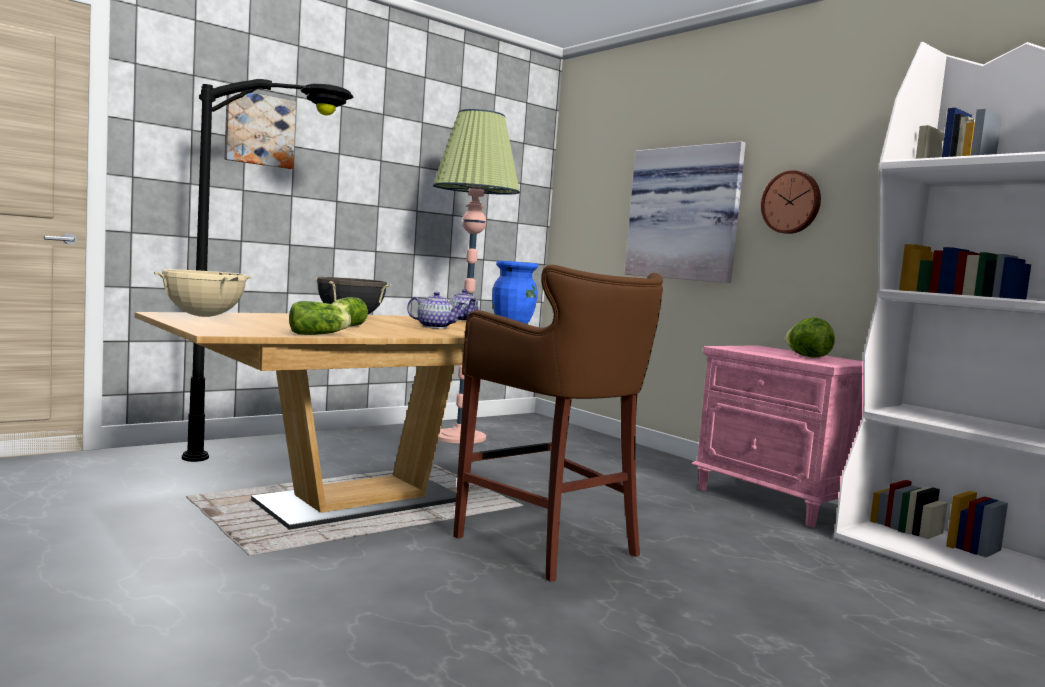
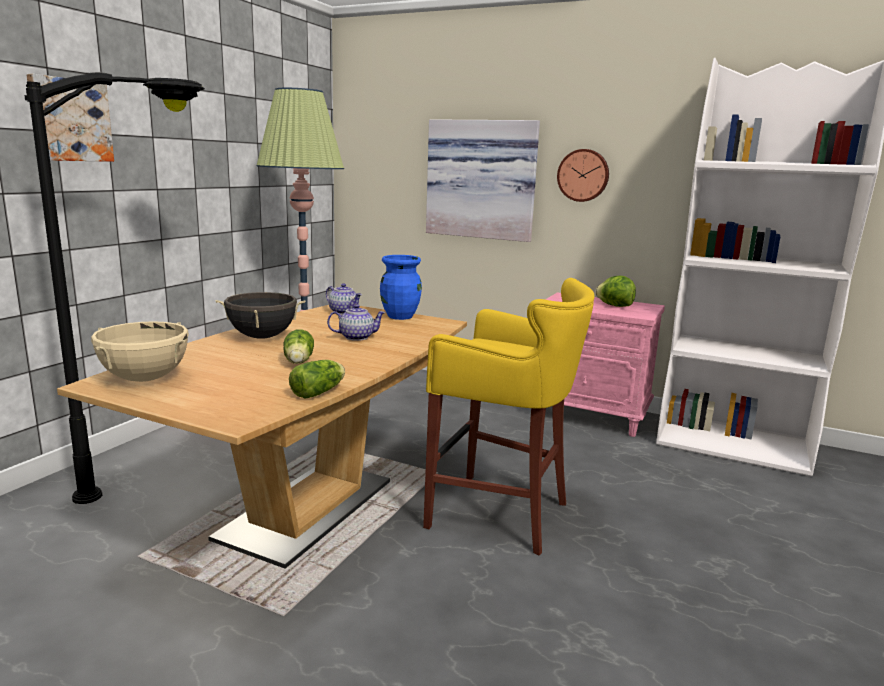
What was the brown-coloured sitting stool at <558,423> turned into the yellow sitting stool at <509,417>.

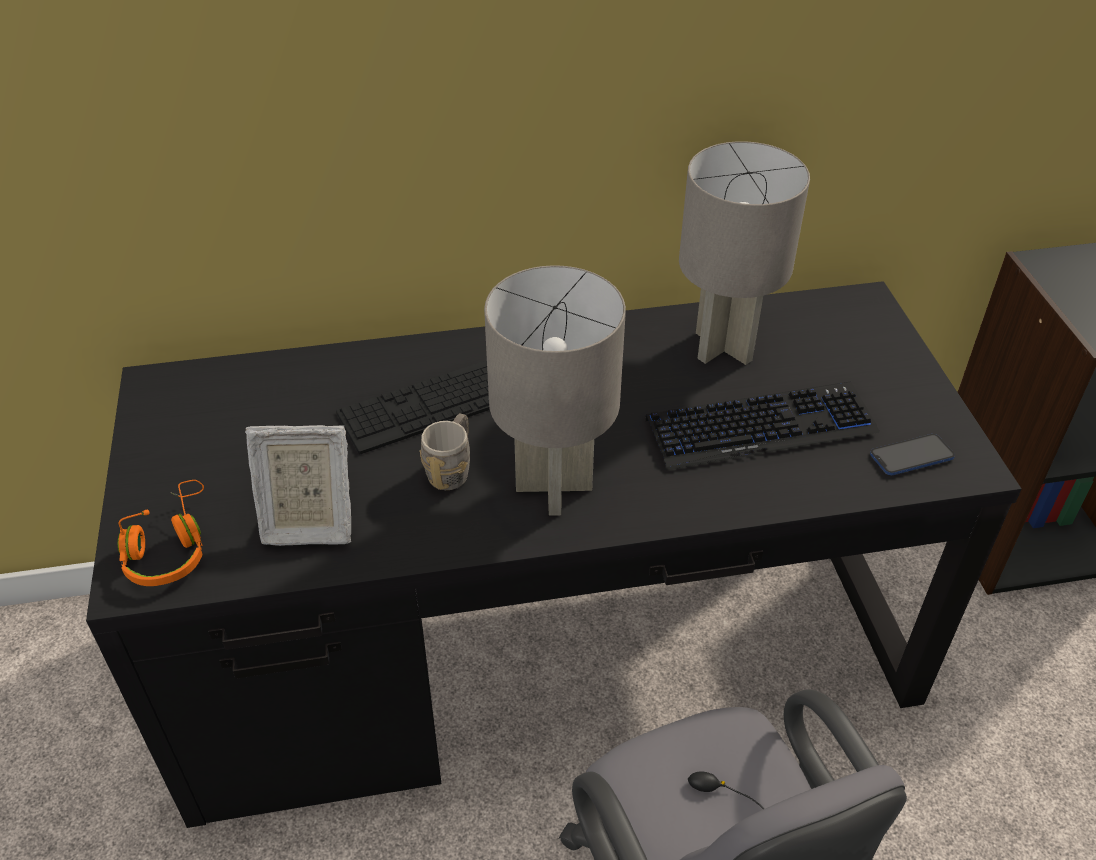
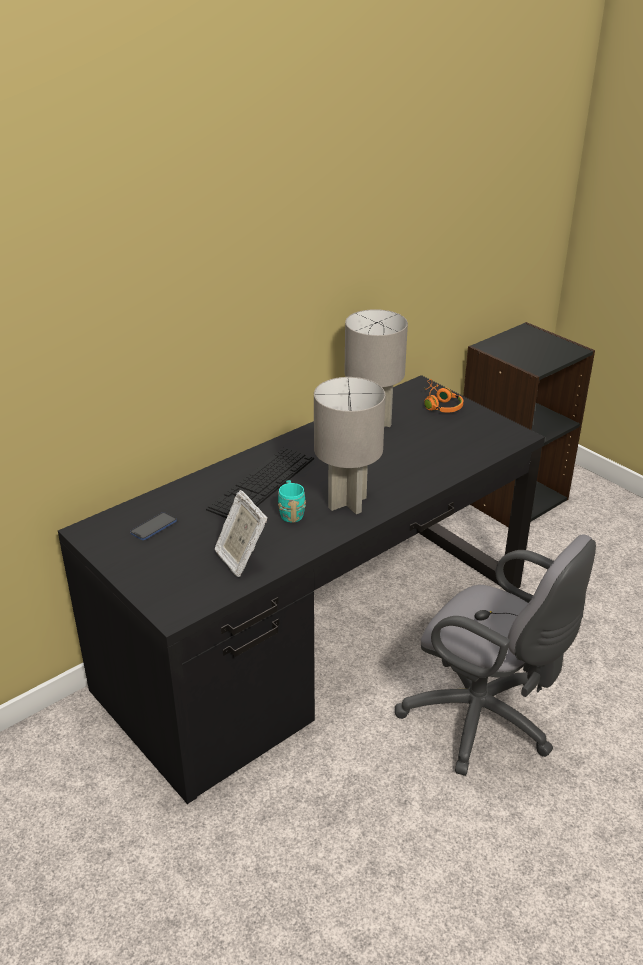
The second view lost the PC keyboard at <762,425>. What was the grey tea mug at <444,451> turned into the blue-green tea mug at <292,501>. The picture frame at <298,485> ended up facing another way, 90 degrees clockwise from before. The telephone ended up elsewhere, having gone from <912,454> to <153,526>. The orangey headphones ended up elsewhere, having gone from <160,533> to <443,396>.

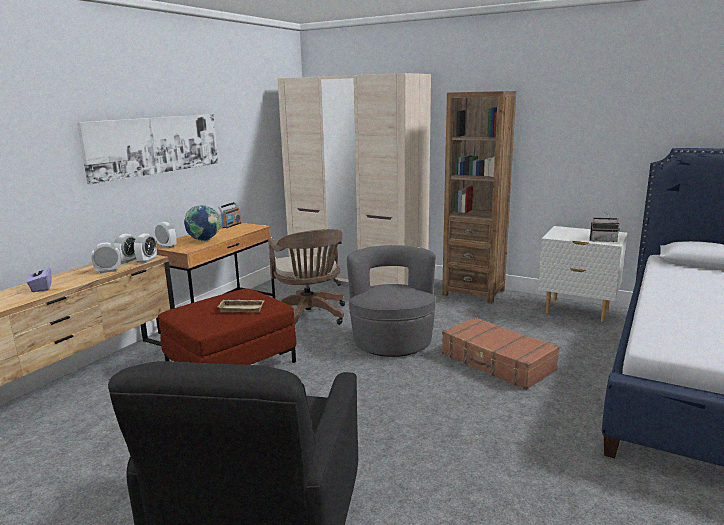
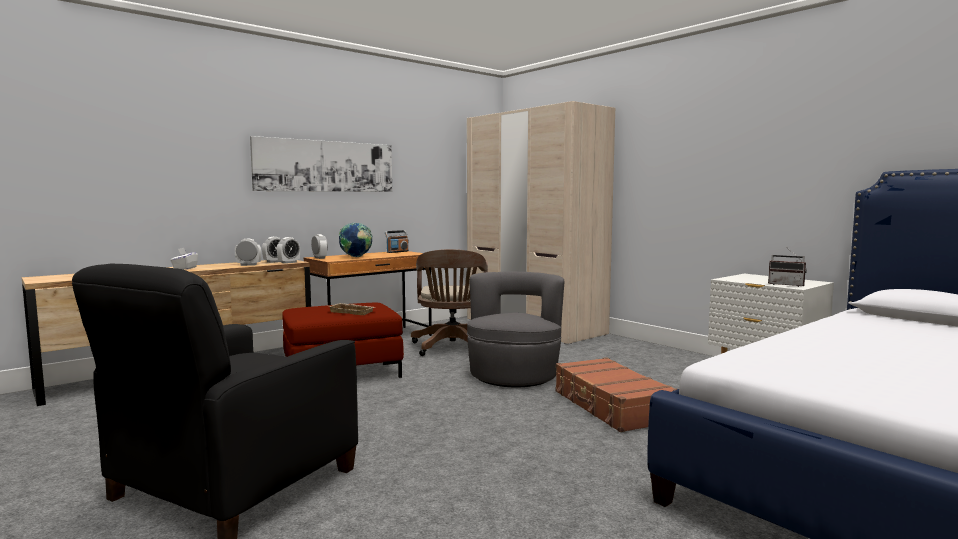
The second view lost the brown-coloured shelving unit at <479,197>. What was the purple box of tissues at <39,278> turned into the white box of tissues at <184,259>.

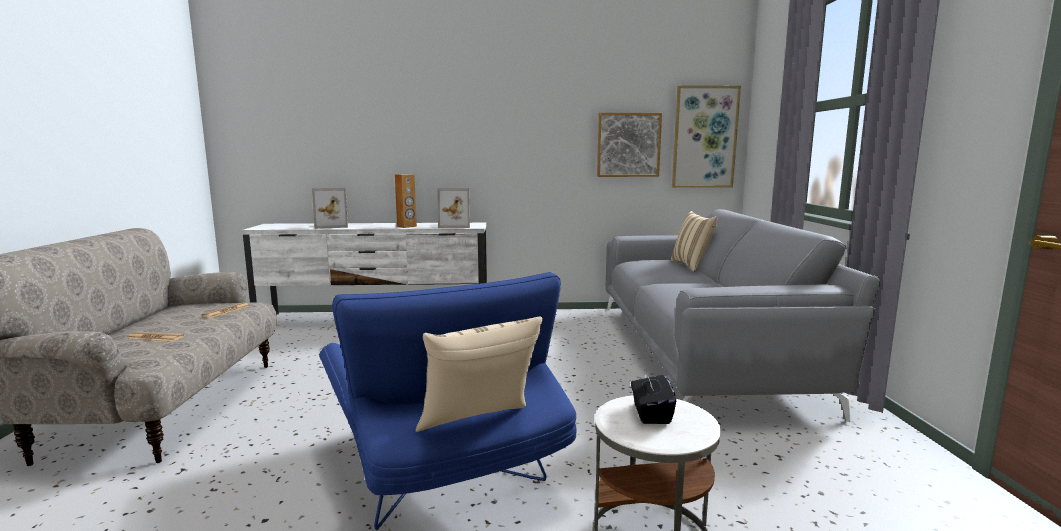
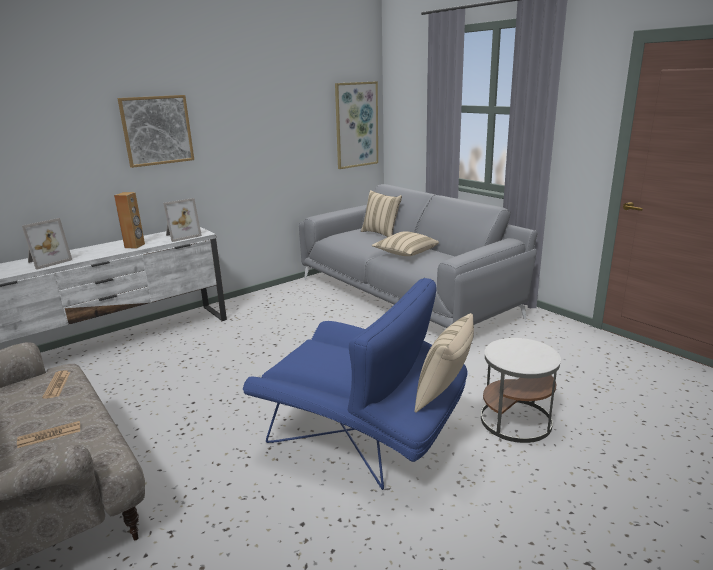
The wall picture ended up elsewhere, having gone from <629,145> to <155,131>. The second view lost the black-coloured box of tissues at <653,396>. The second view gained the beige cushion at <405,243>.

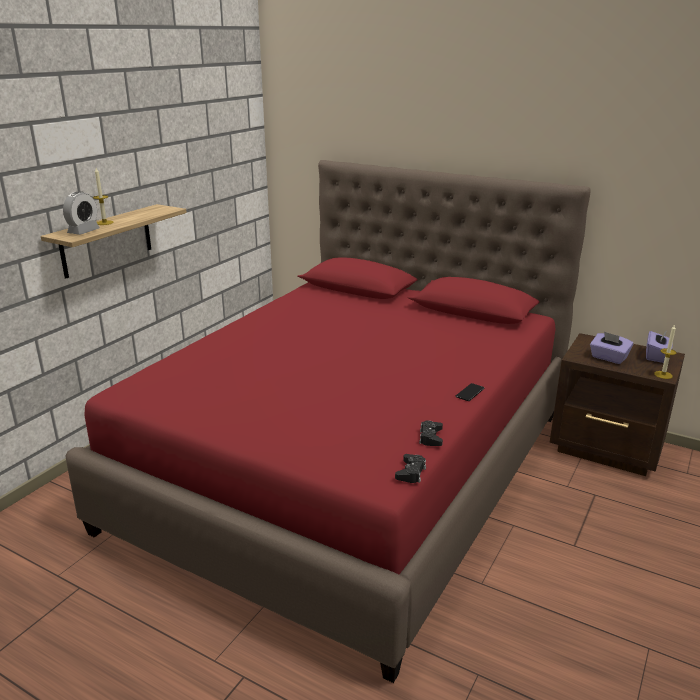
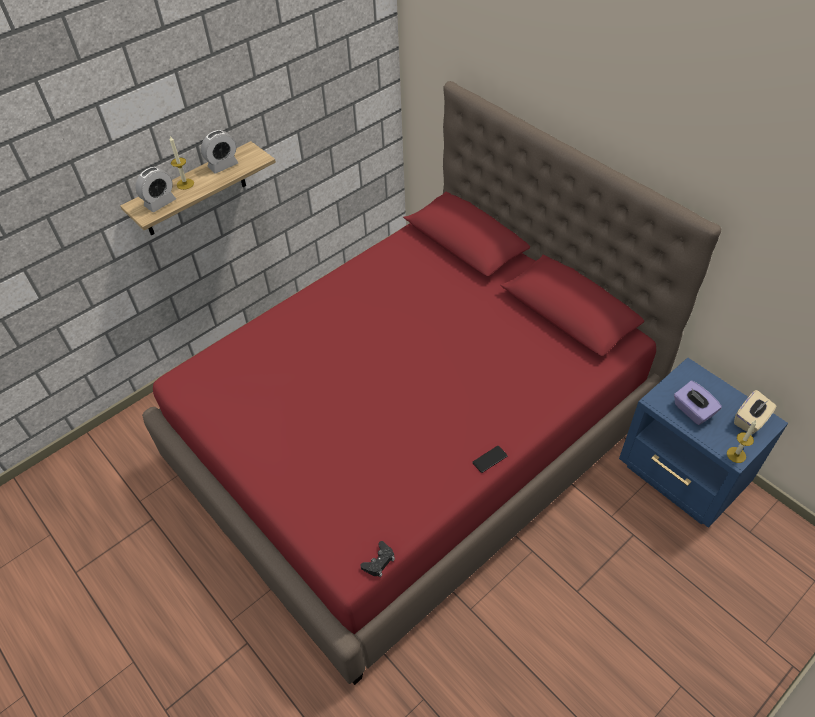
What was the purple box of tissues at <659,347> turned into the beige box of tissues at <755,412>. What was the brown-coloured nightstand at <617,404> turned into the blue nightstand at <703,442>. The second view lost the black-coloured gamepad at <431,433>. The second view gained the alarm clock at <219,151>.

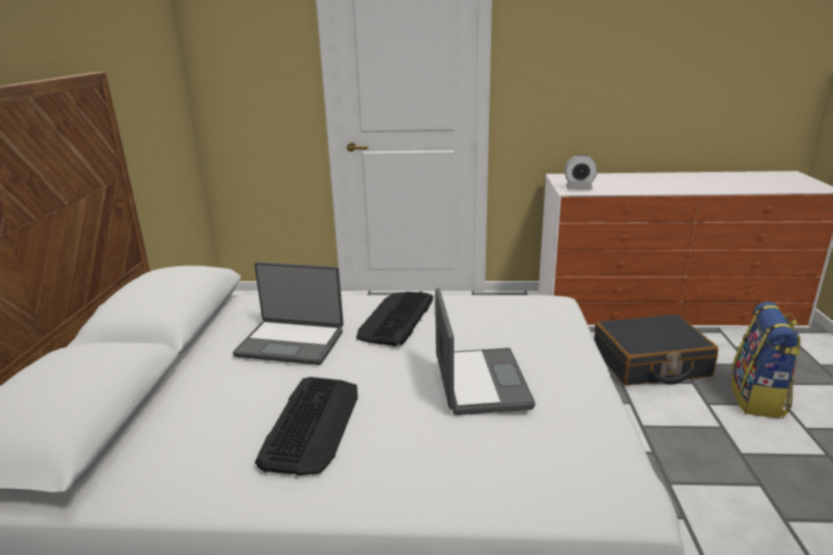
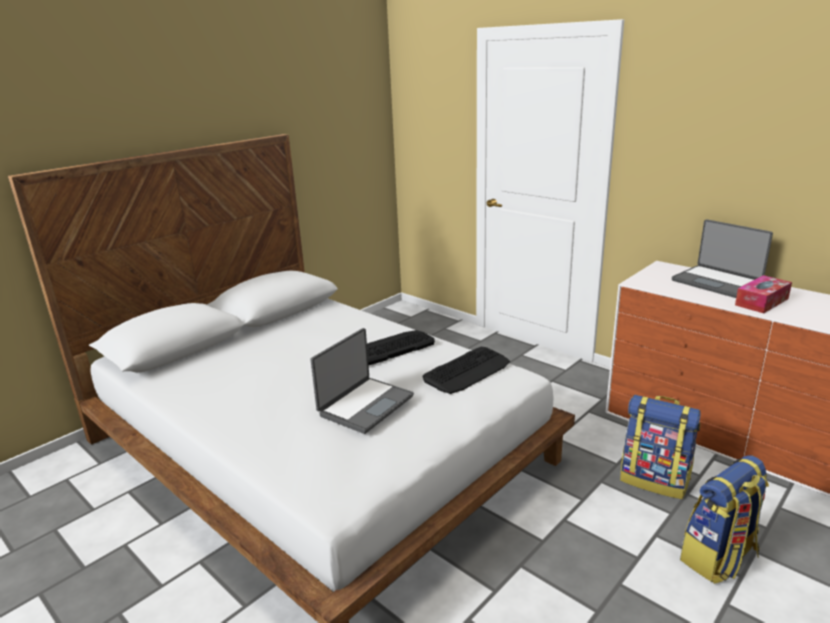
The second view lost the alarm clock at <580,172>. The notebook computer ended up elsewhere, having gone from <288,313> to <722,258>. Where the black-coloured travel case stood at <656,349>, the backpack came to stand at <660,447>. The PC keyboard ended up elsewhere, having gone from <306,426> to <466,370>. The second view gained the box of tissues at <763,294>.

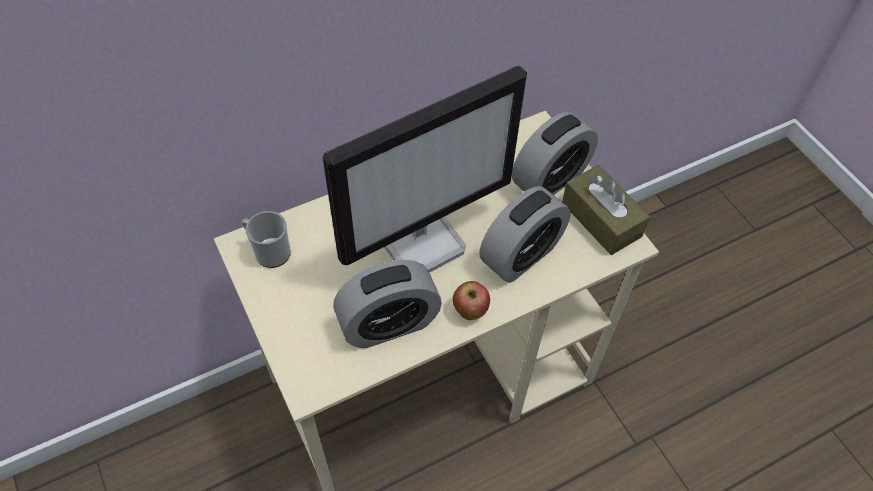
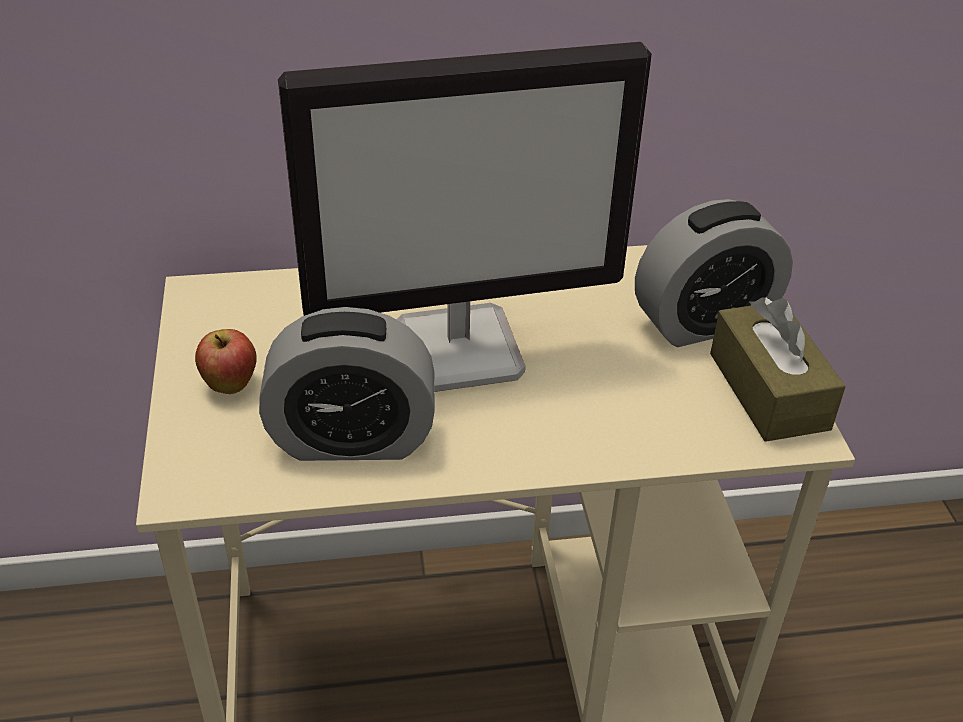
The second view lost the alarm clock at <525,234>. The second view lost the tea mug at <266,239>. The apple fruit ended up elsewhere, having gone from <471,300> to <226,361>.

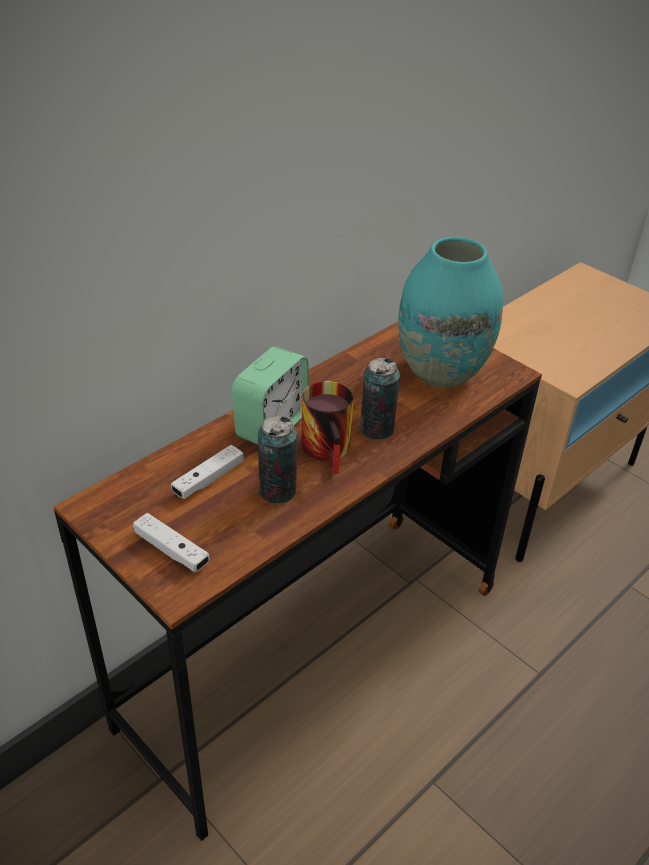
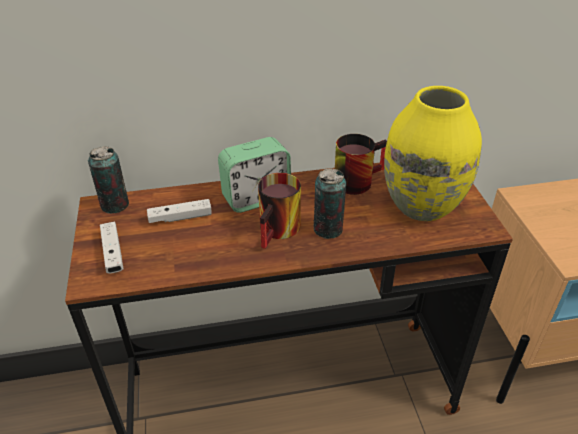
What was the blue-green decorative vase at <450,312> turned into the yellow decorative vase at <433,153>. The metal can ended up elsewhere, having gone from <277,459> to <108,180>. The second view gained the tea mug at <361,164>.

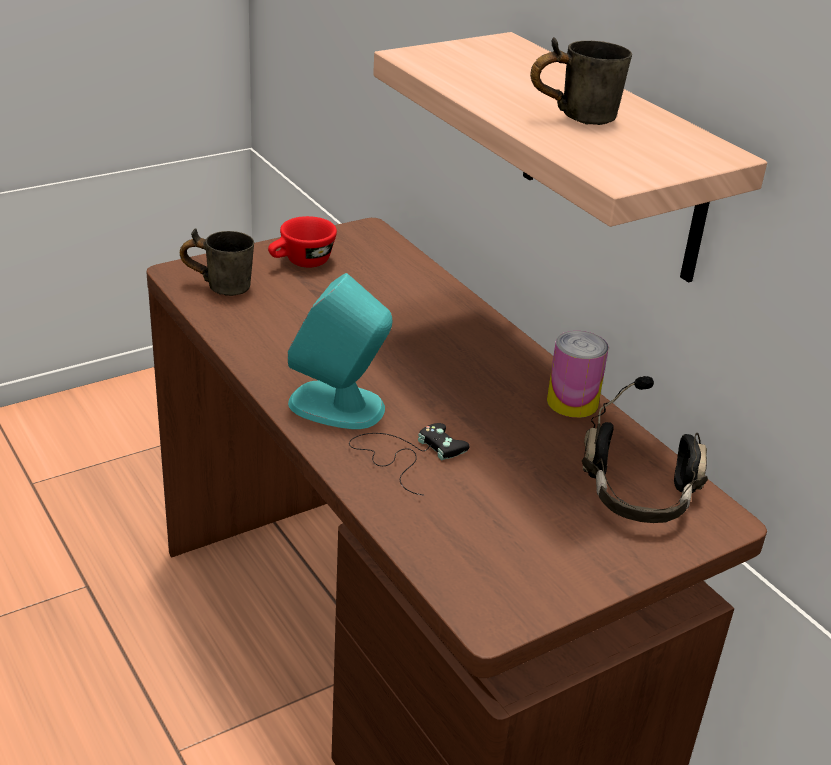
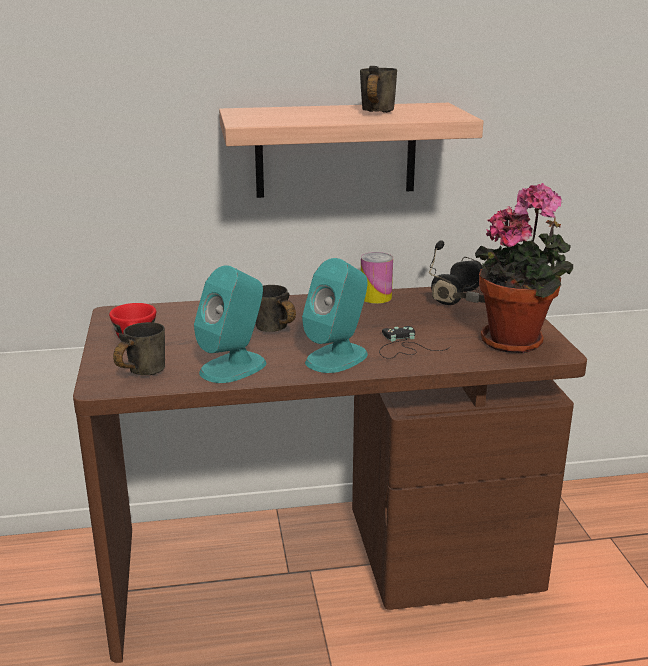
The second view gained the houseplant at <524,268>. The second view gained the blue-green audio speaker at <230,324>. The second view gained the grey tea mug at <276,308>.

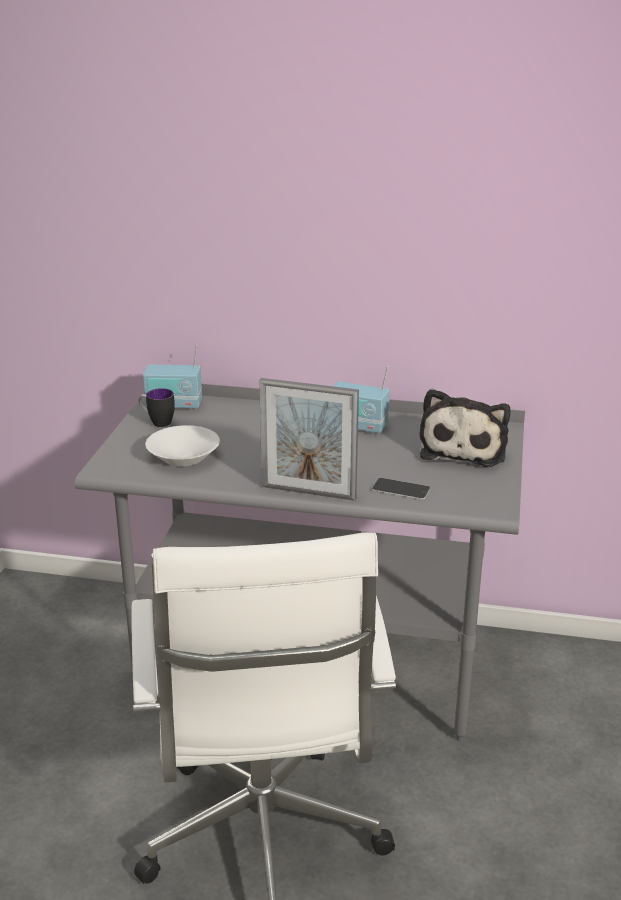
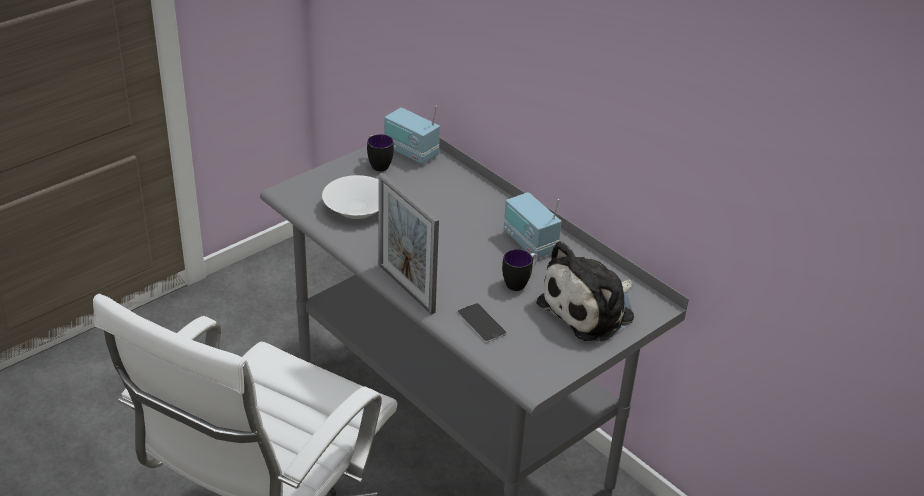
The second view gained the tea mug at <520,270>.

